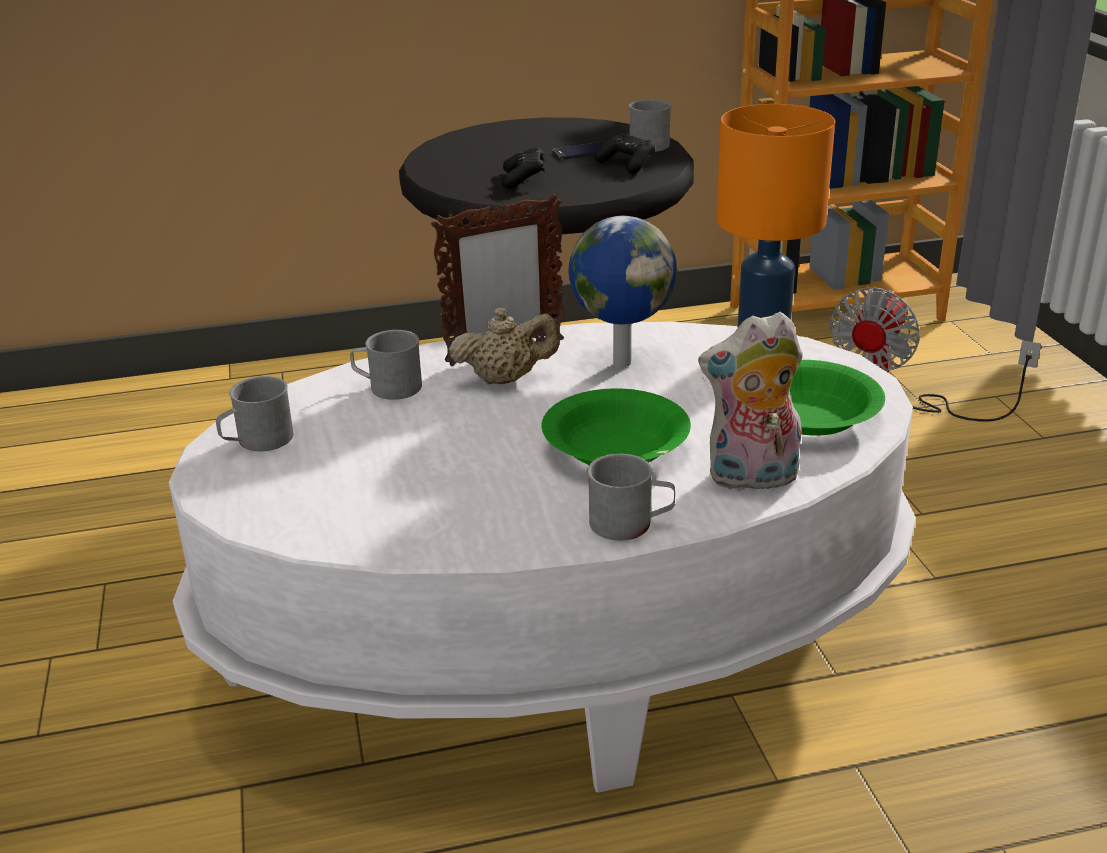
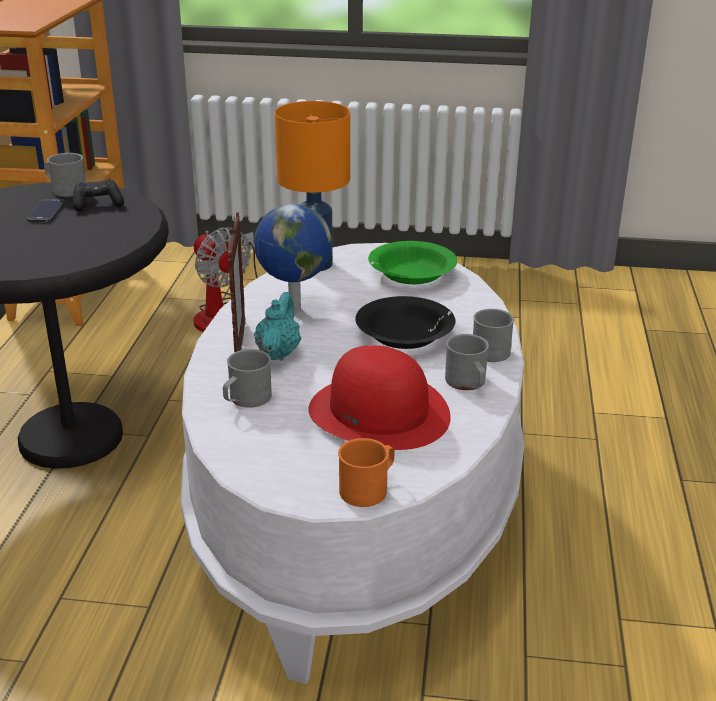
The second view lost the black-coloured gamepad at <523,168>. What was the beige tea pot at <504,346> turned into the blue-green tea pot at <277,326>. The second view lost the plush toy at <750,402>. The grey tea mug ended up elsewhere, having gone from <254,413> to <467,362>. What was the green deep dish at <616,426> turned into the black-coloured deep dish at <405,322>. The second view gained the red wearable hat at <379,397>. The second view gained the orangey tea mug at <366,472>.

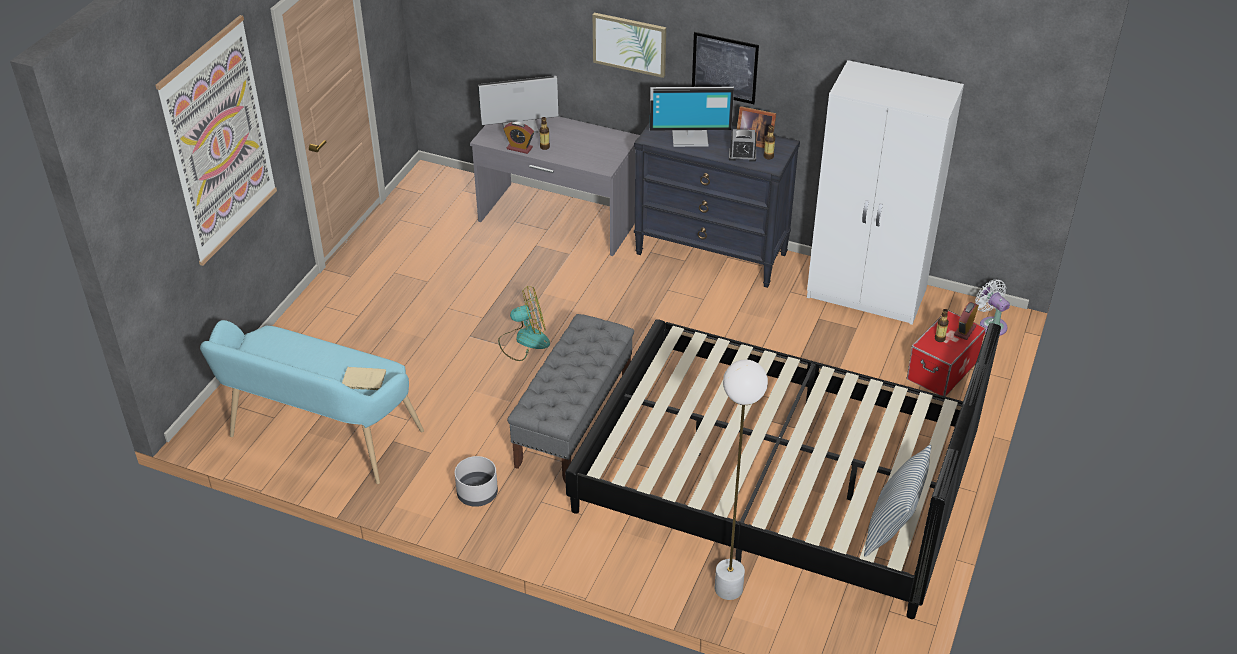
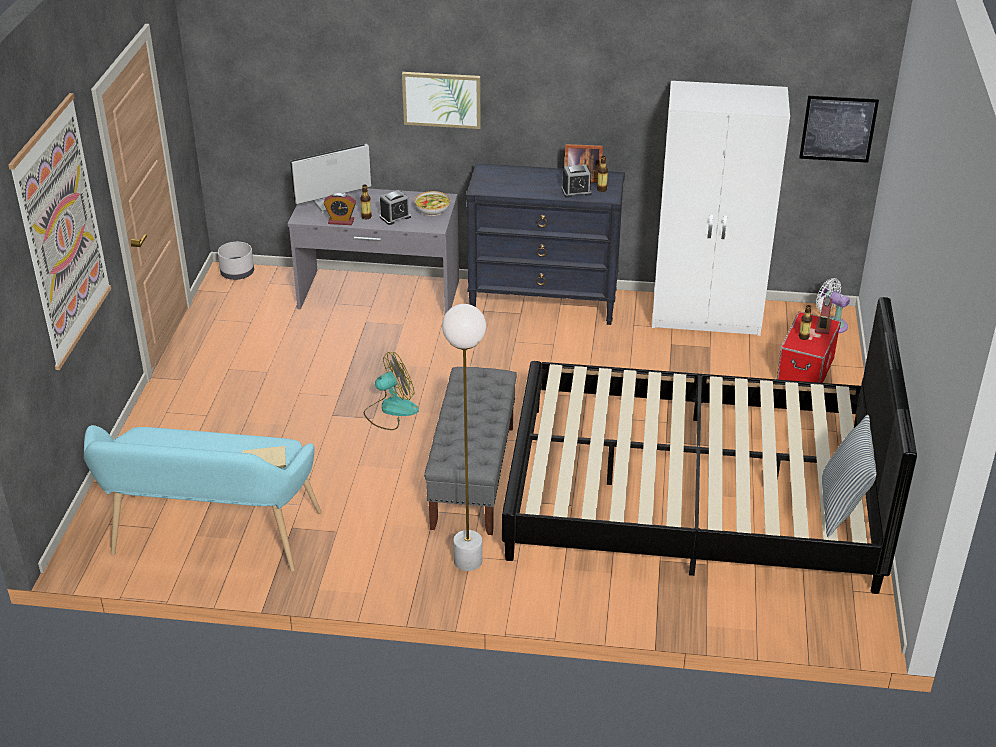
The wall picture ended up elsewhere, having gone from <725,68> to <839,129>. The second view lost the monitor at <692,117>. The white standard lamp ended up elsewhere, having gone from <741,479> to <464,437>. The grey flower pot ended up elsewhere, having gone from <476,481> to <236,261>. The second view gained the alarm clock at <395,207>. The second view gained the deep dish at <432,203>.

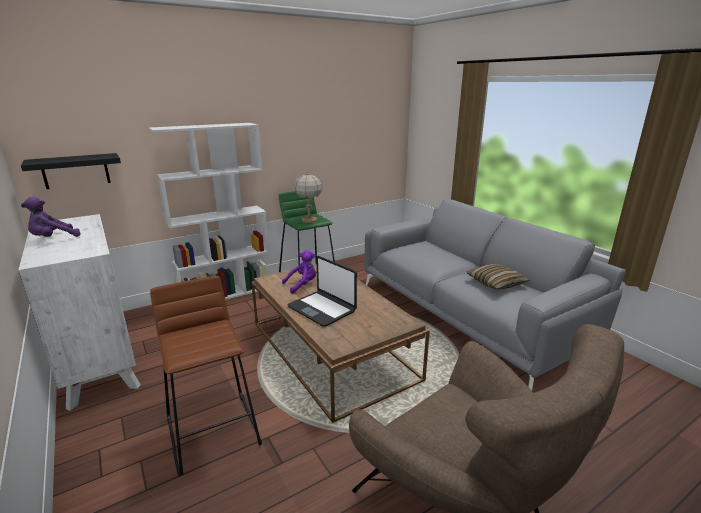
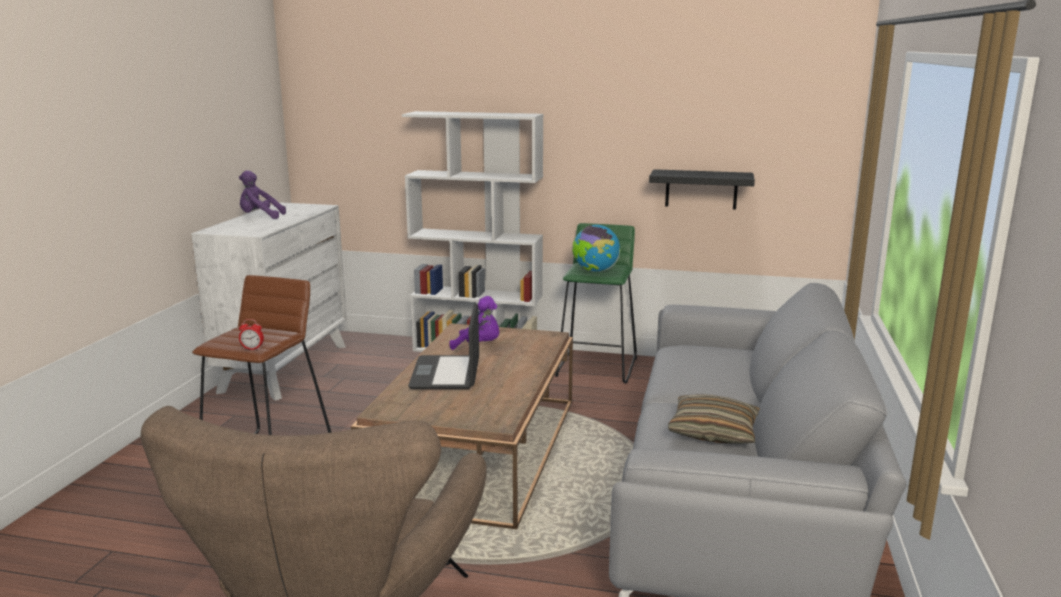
The black-coloured wall shelf ended up elsewhere, having gone from <71,171> to <702,189>. Where the lamp for a table stood at <308,197>, the world globe came to stand at <596,248>. The second view gained the alarm clock at <251,334>.

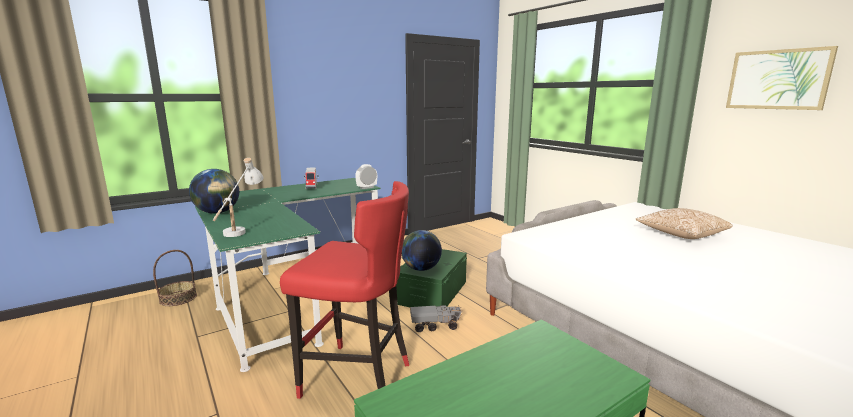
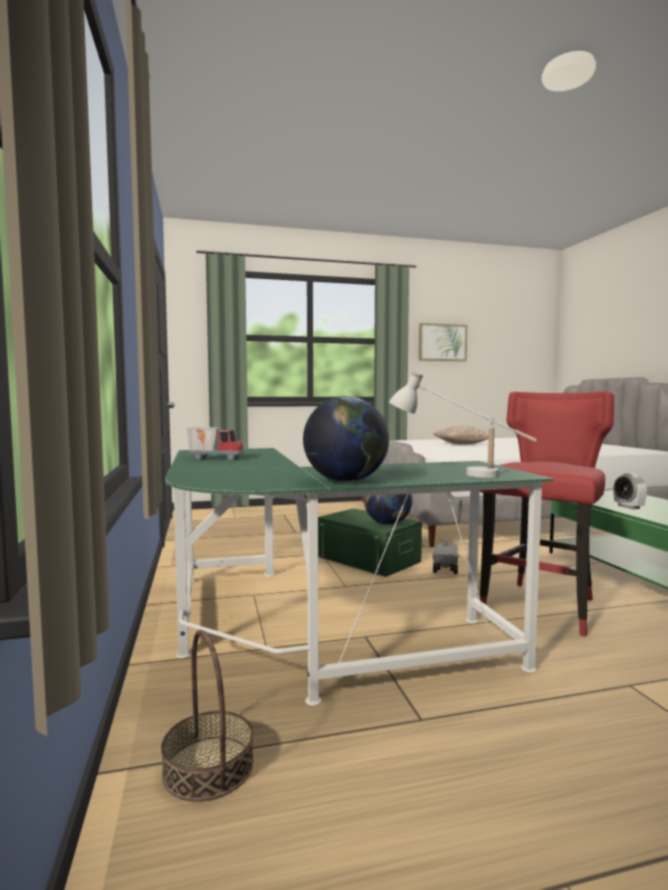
The alarm clock ended up elsewhere, having gone from <366,176> to <630,491>.

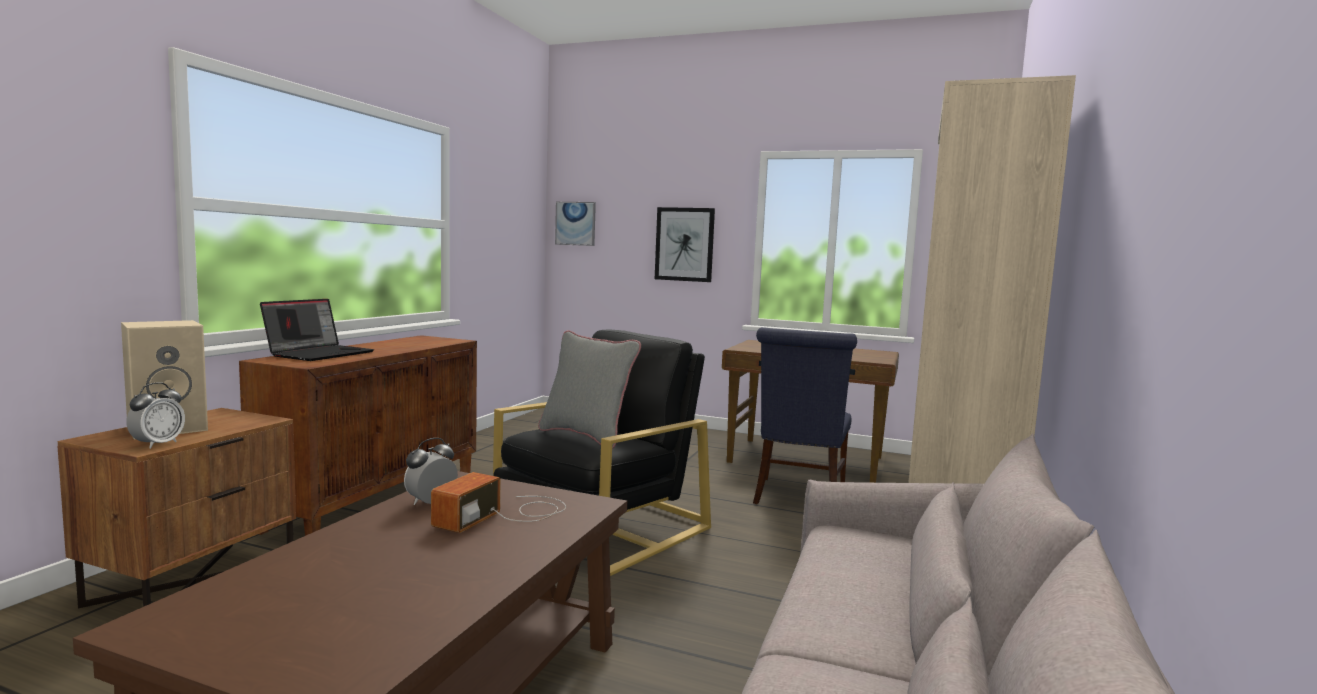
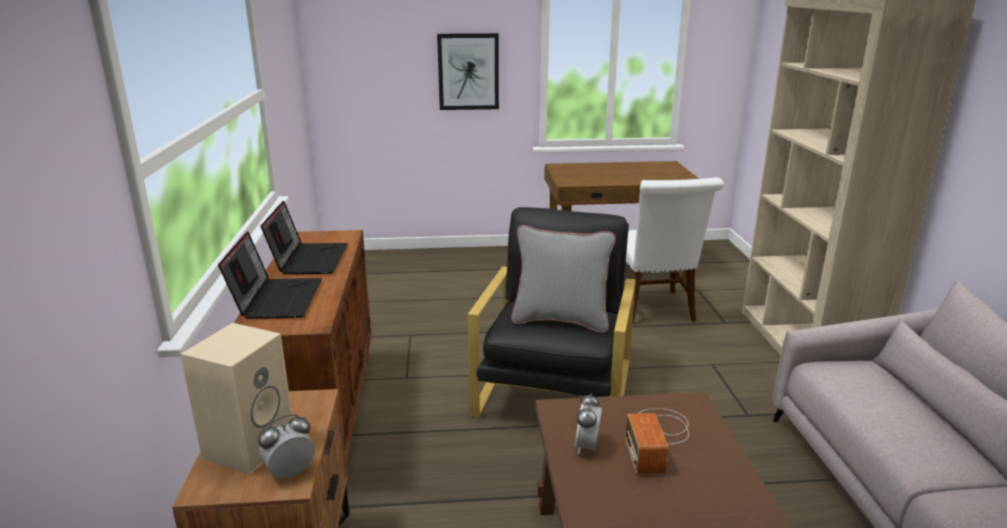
The second view lost the wall picture at <575,224>. What was the blue upright chair at <805,415> turned into the white upright chair at <674,251>. The alarm clock at <155,415> ended up facing another way, 120 degrees counterclockwise from before. The second view gained the notebook computer at <304,237>.

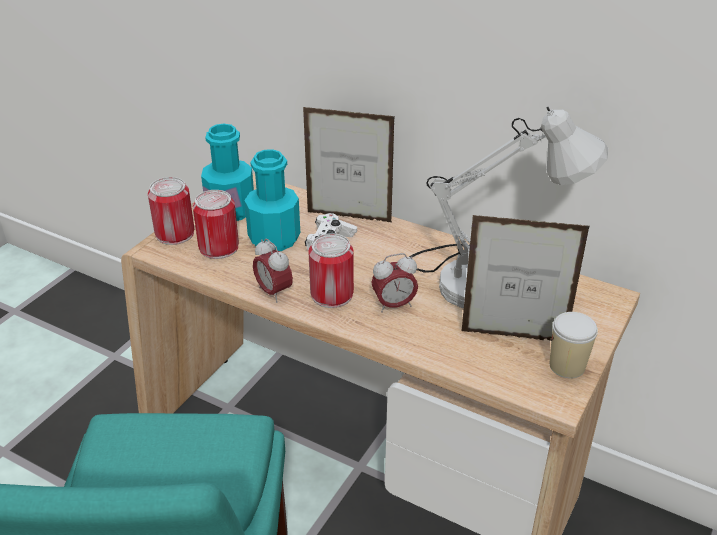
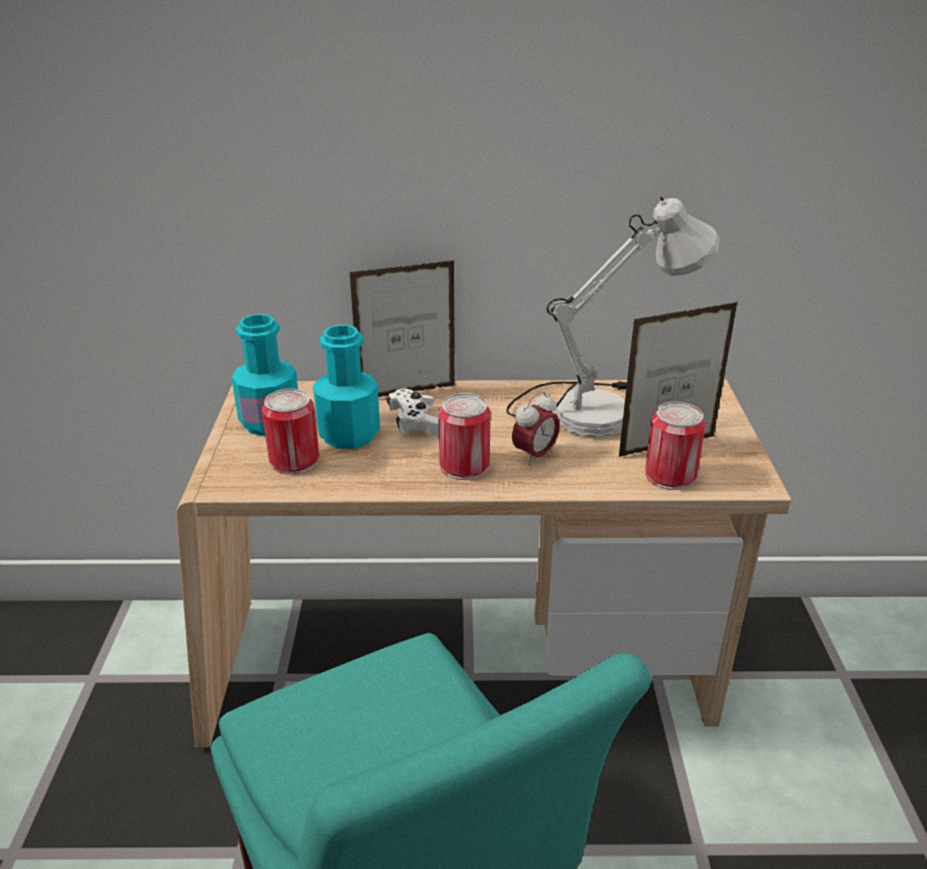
The metal can ended up elsewhere, having gone from <171,211> to <675,446>. The second view lost the alarm clock at <273,271>. The second view lost the drinking cup at <574,345>.

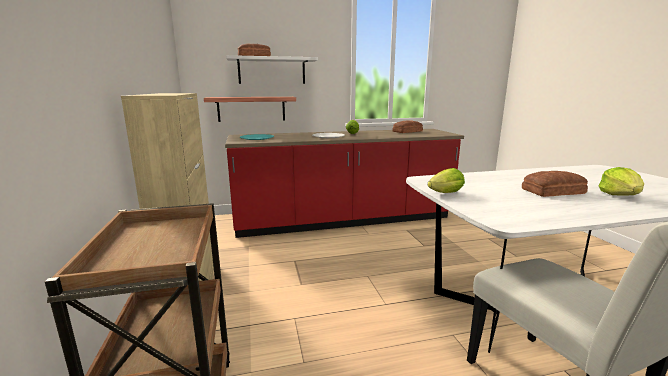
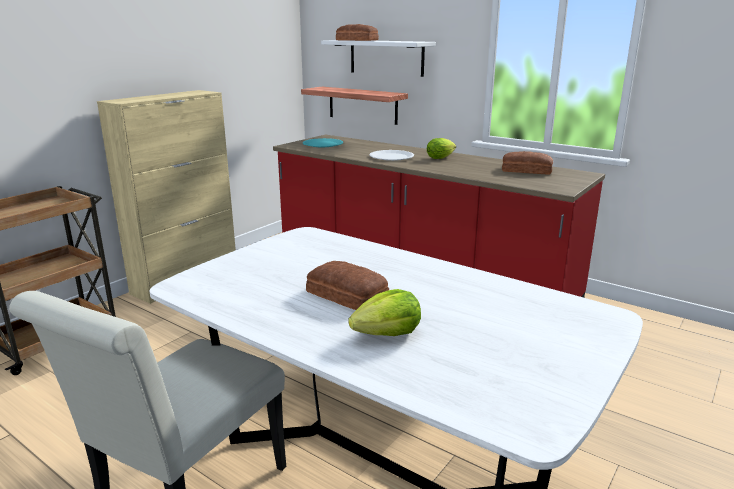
The second view lost the lettuce head at <446,180>.

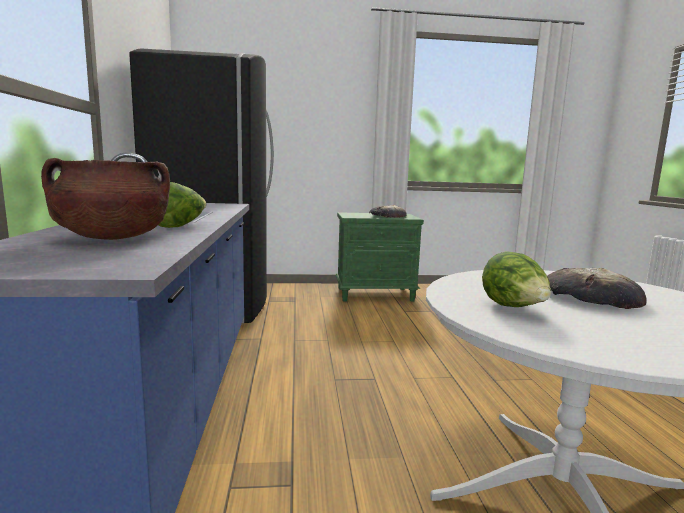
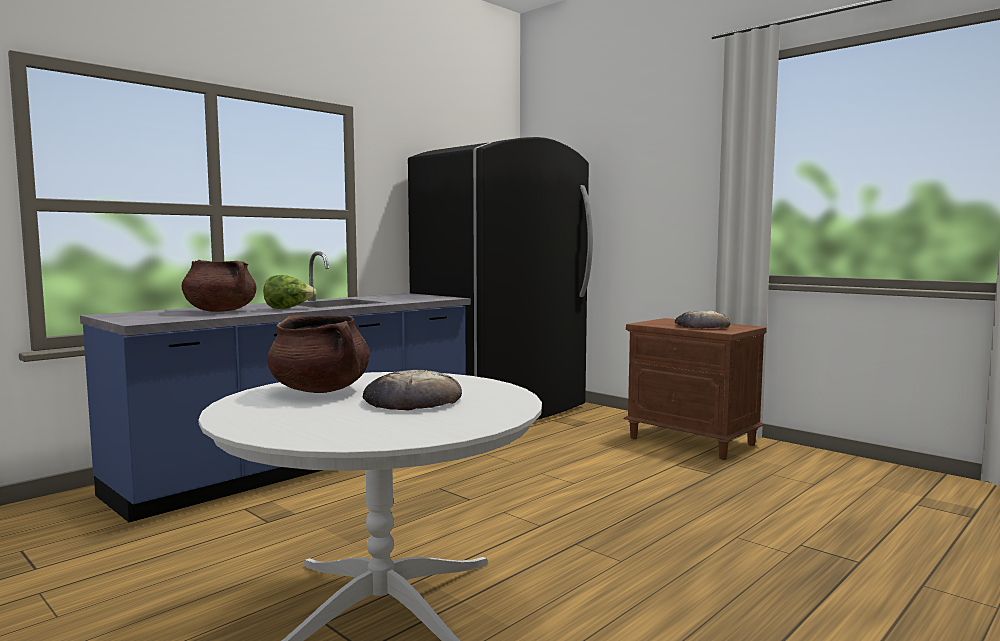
What was the green nightstand at <380,257> turned into the brown-coloured nightstand at <695,389>. Where the lettuce head stood at <516,279>, the brown-coloured stockpot came to stand at <318,354>.

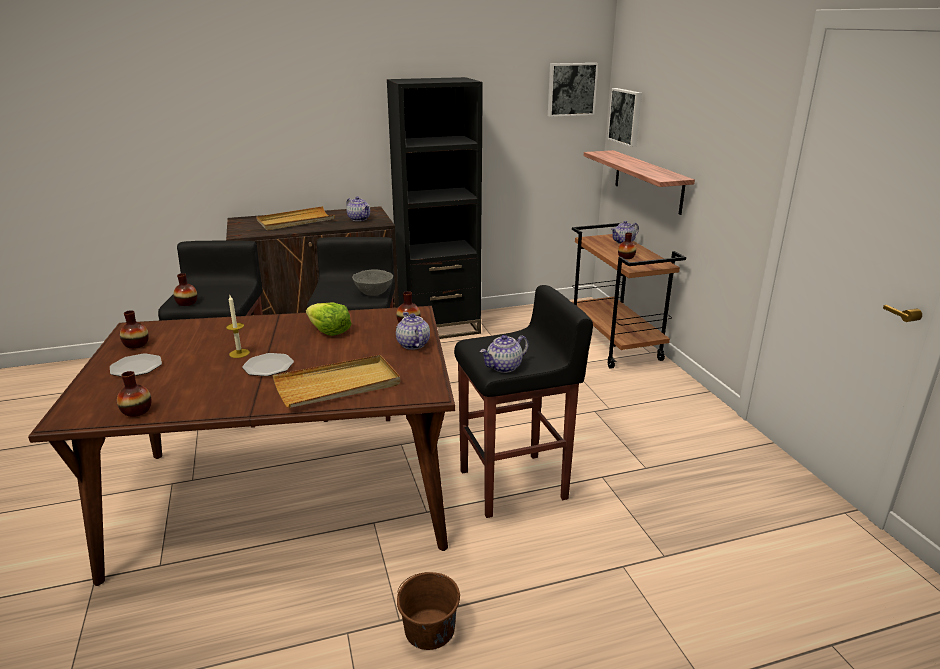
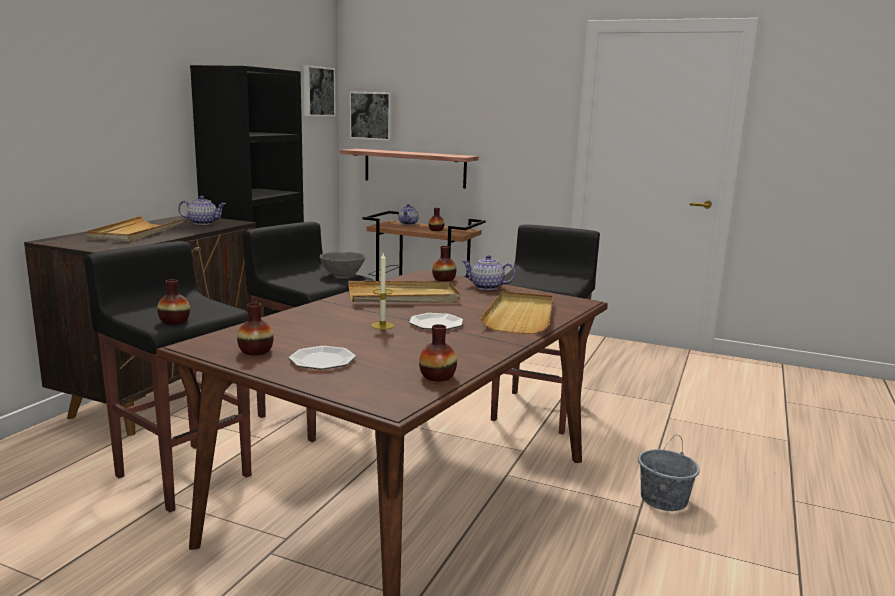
Where the lettuce head stood at <329,319>, the beige tray came to stand at <404,292>. The second view lost the tea pot at <504,354>. What was the brown-coloured pail at <428,611> turned into the grey pail at <669,473>.

